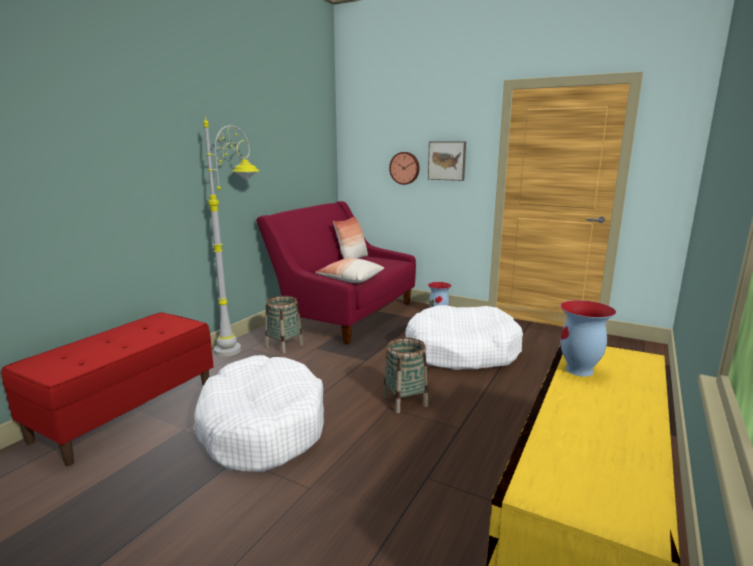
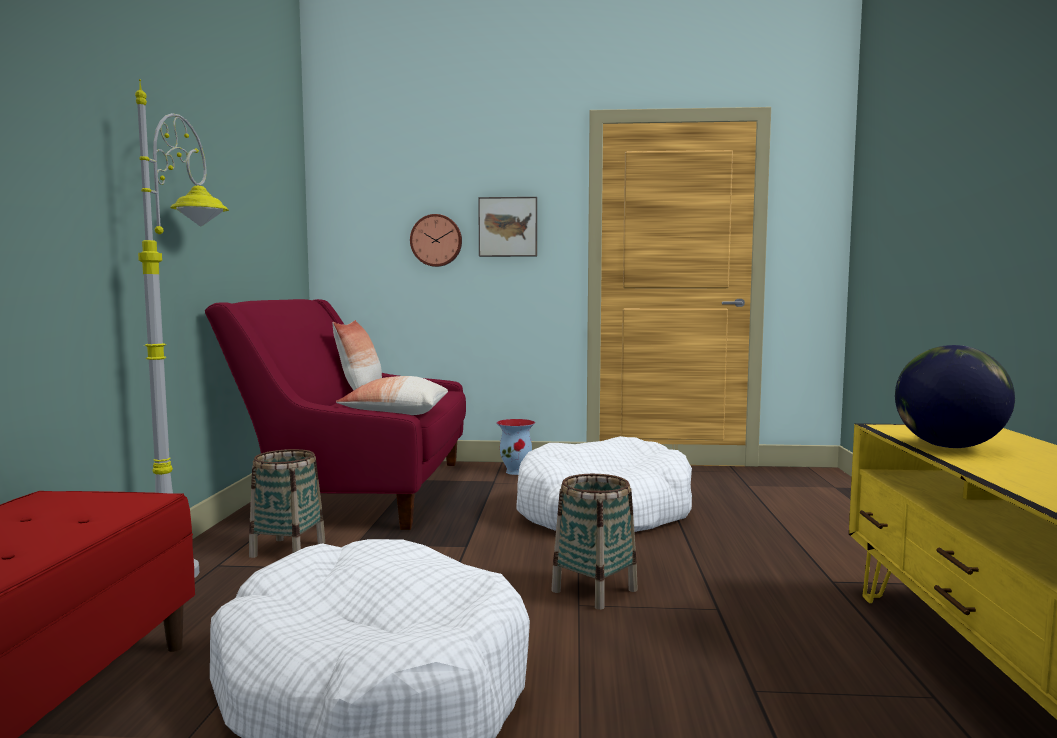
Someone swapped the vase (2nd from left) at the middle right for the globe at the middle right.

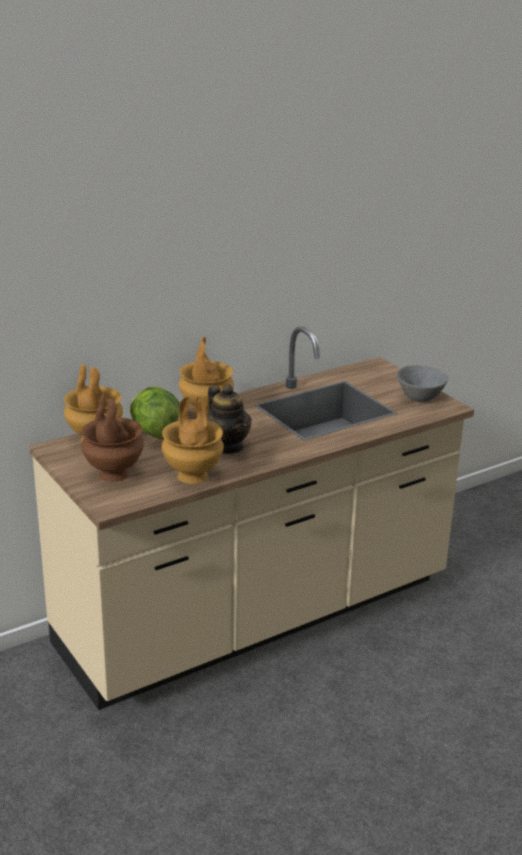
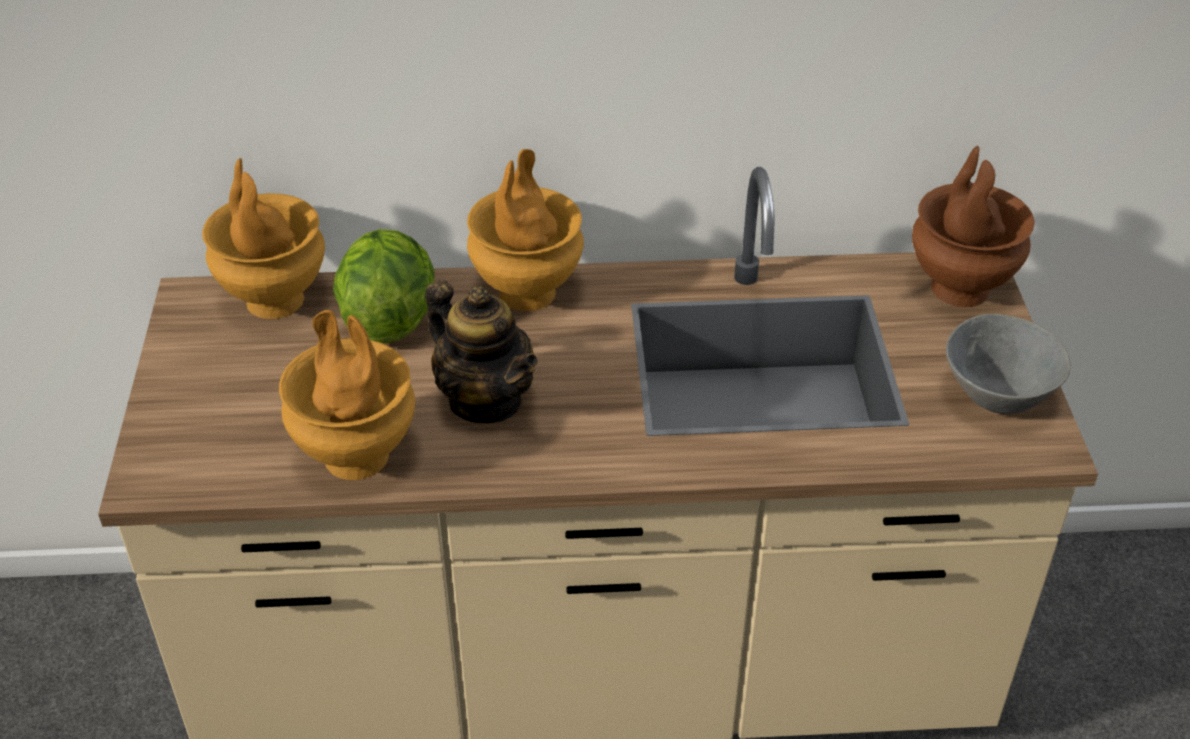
Someone rotated the teapot at the centre by 45 degrees counterclockwise.
Someone carried the brown vase (2nd from left in the first image) from the middle left to the top right.

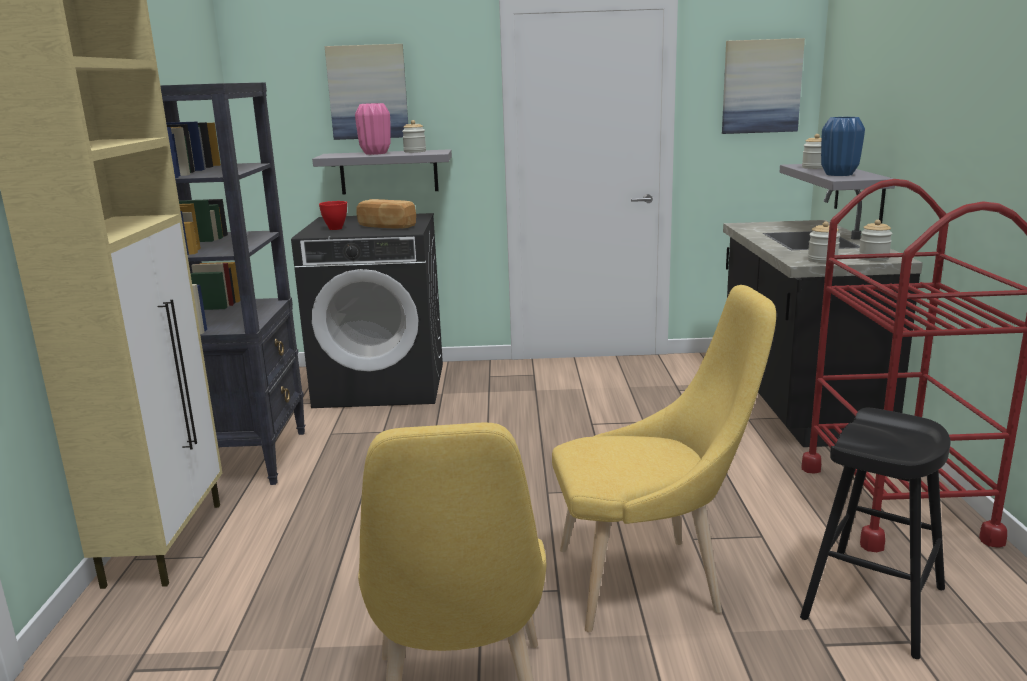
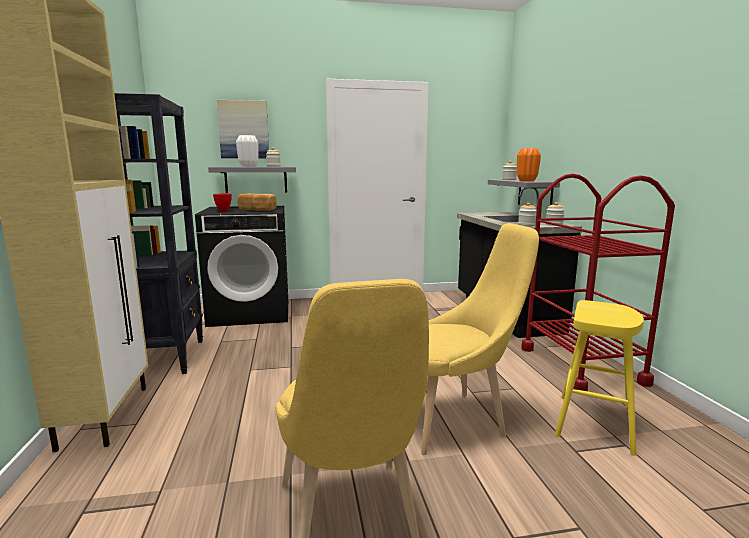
Someone took away the picture (2nd from left) at the top right.
Someone repainted the pink vase at the top centre, which became the white vase at the top left.
Someone repainted the blue vase at the top right, which became the orange vase at the top right.
Someone repainted the black stool at the bottom right, which became the yellow stool at the bottom right.

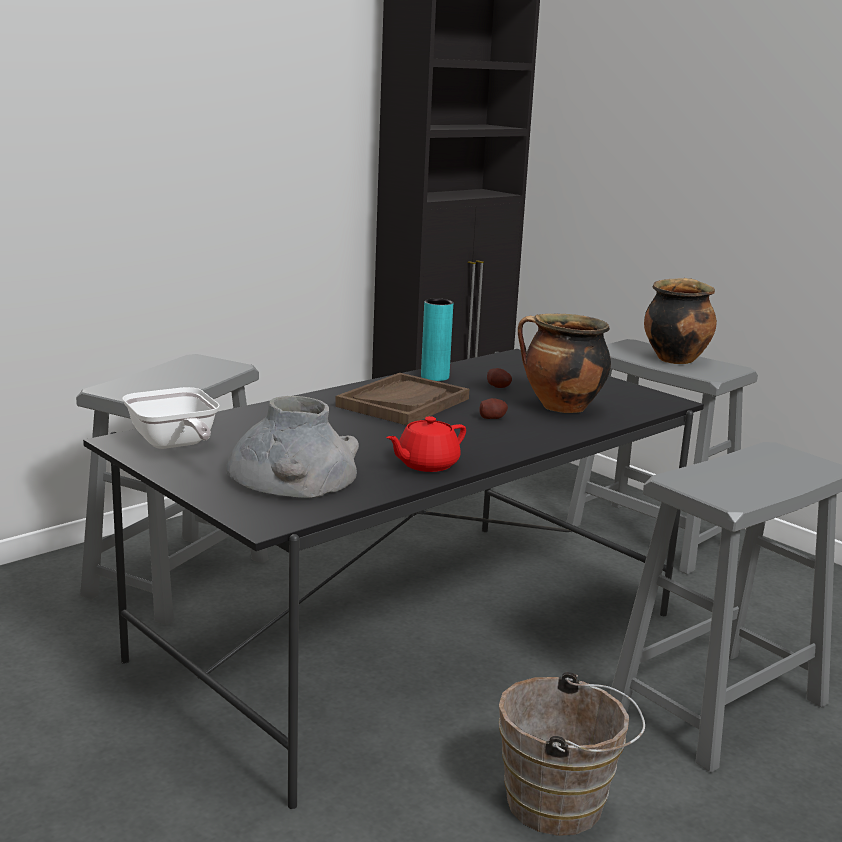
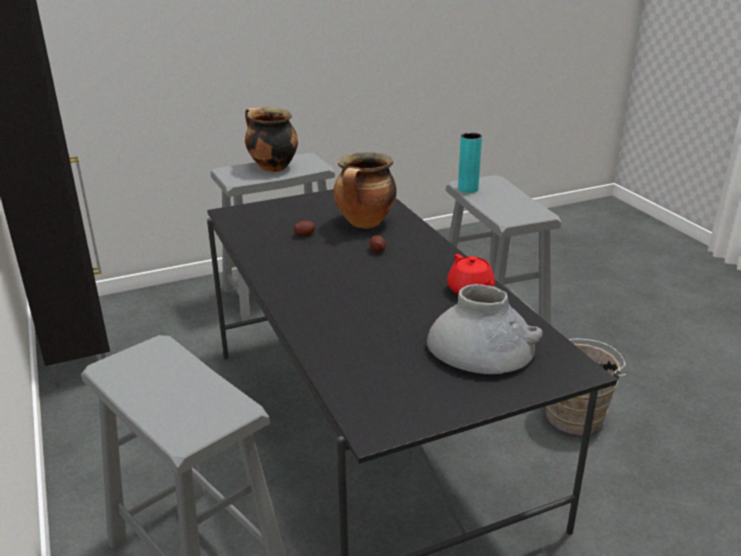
Someone carried the turquoise vase from the centre to the top centre.
Someone took away the brown tray at the centre.
Someone took away the frying pan at the middle left.

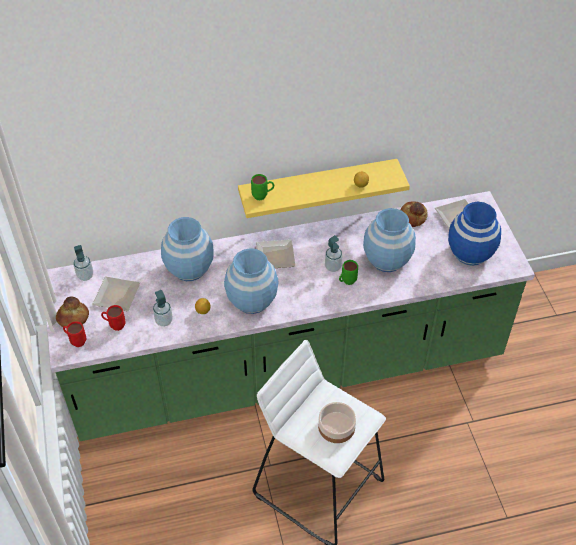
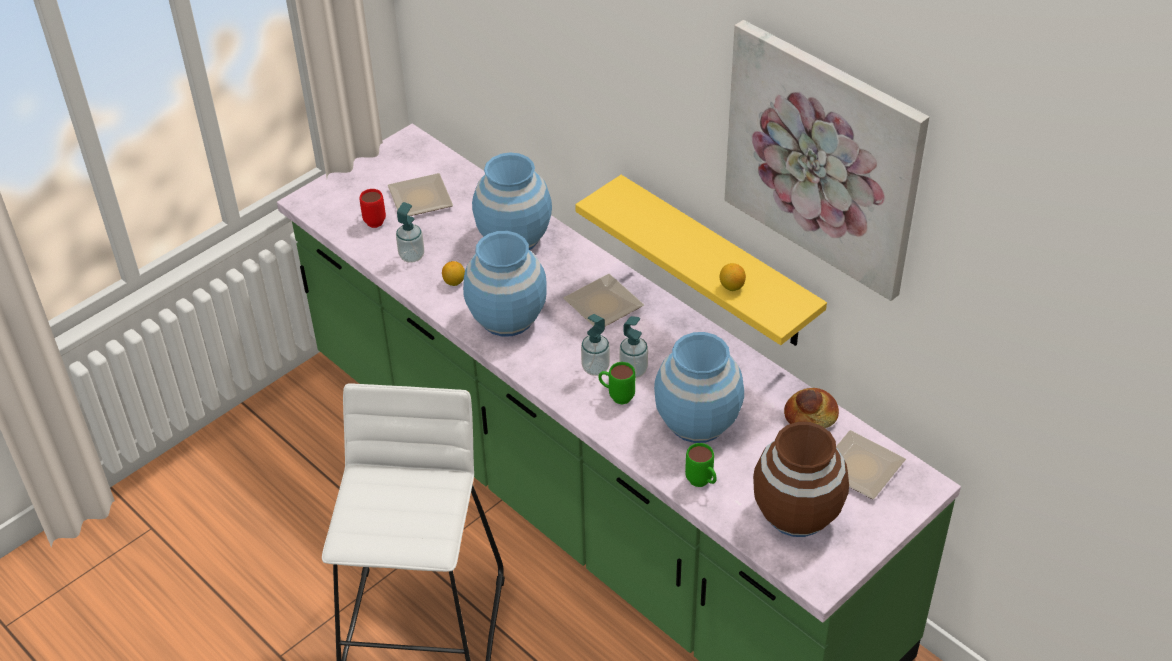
Someone carried the green mug (1st from left in the first image) from the centre to the bottom centre.
Someone repainted the blue vase (4th from left) at the middle right, which became the brown vase at the bottom right.
Someone carried the soap dispenser (1st from left in the first image) from the middle left to the centre.
Someone took away the bread (1st from left) at the middle left.
Someone took away the red mug (1st from left) at the middle left.
Someone took away the bowl at the bottom centre.
Someone put up the picture at the top right.

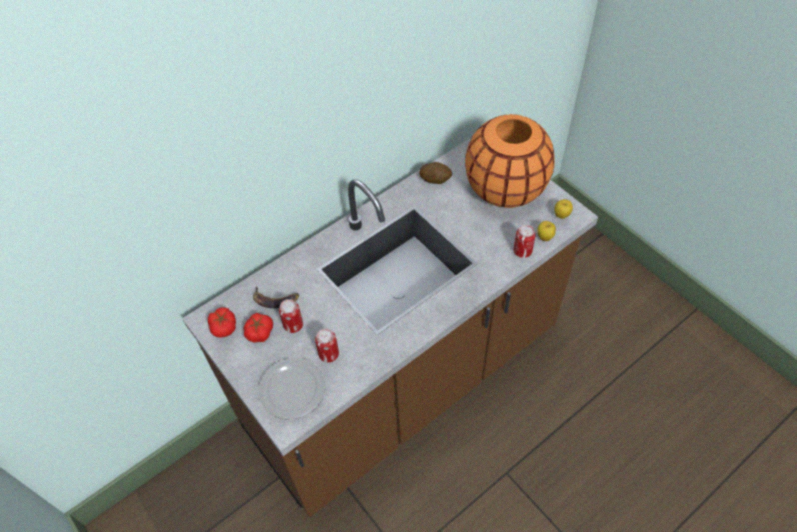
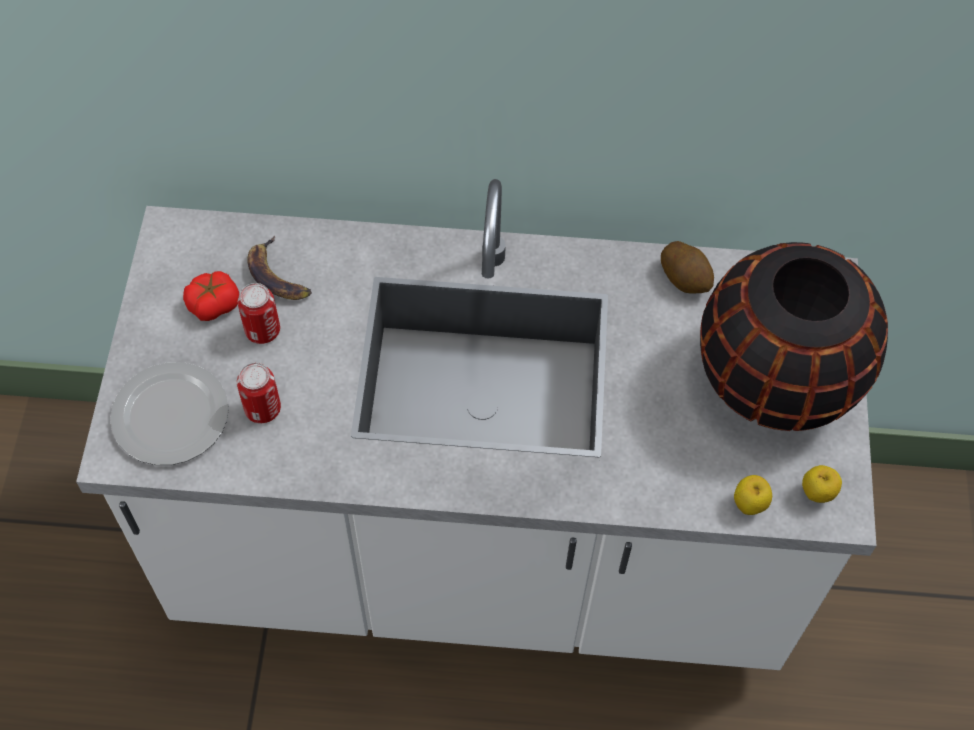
Someone repainted the orange vase at the top centre, which became the black vase at the middle right.
Someone repainted the brown counter at the centre, which became the white counter at the centre.
Someone took away the can (3rd from left) at the centre.
Someone took away the tomato (1st from left) at the middle left.

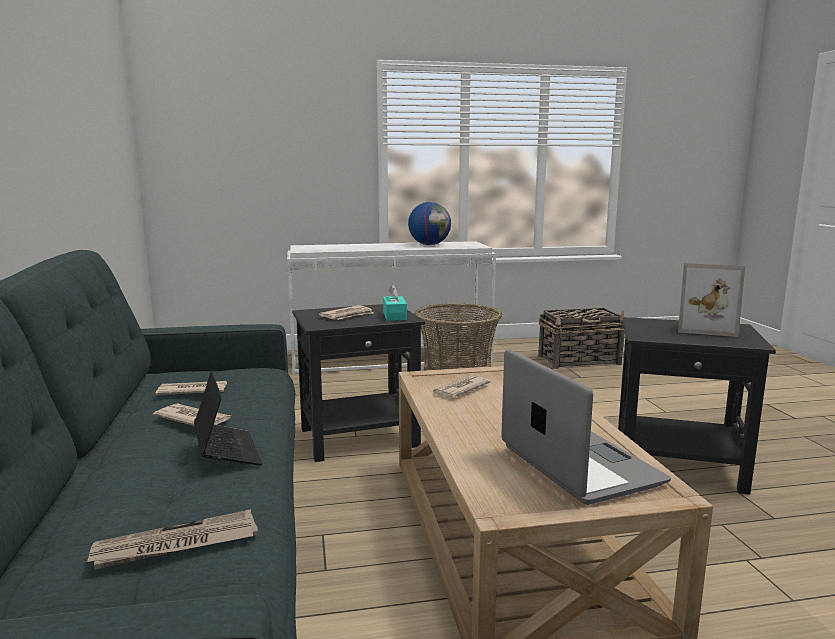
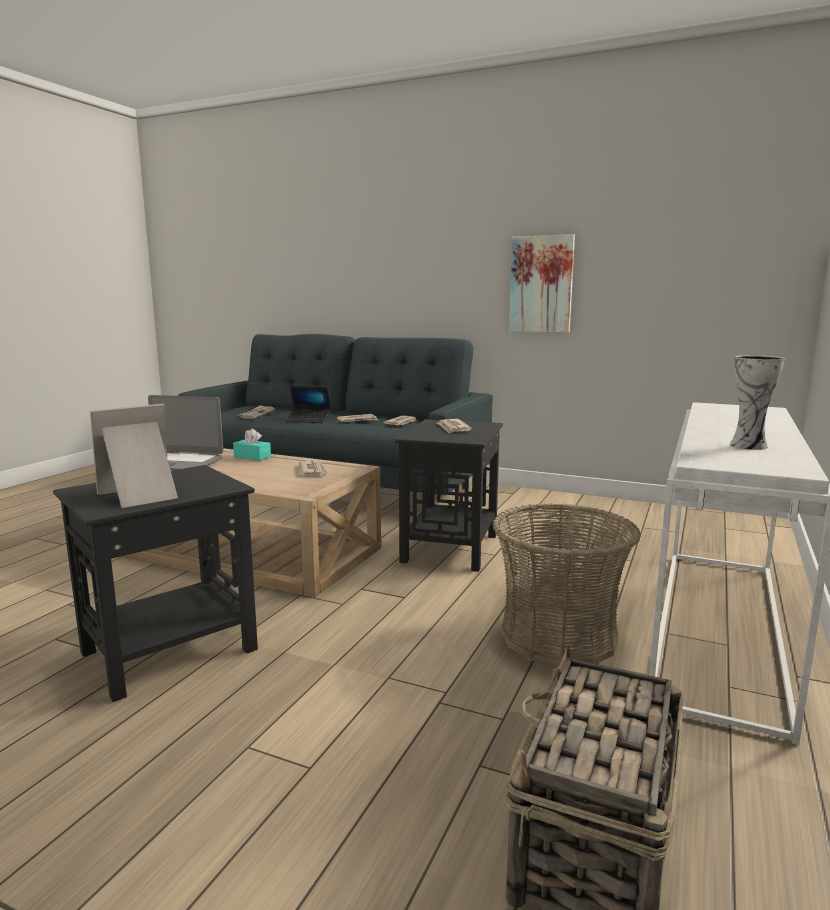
Someone swapped the globe at the centre for the vase at the middle right.
Someone carried the turquoise tissue box from the centre to the middle left.
Someone put up the picture at the top centre.

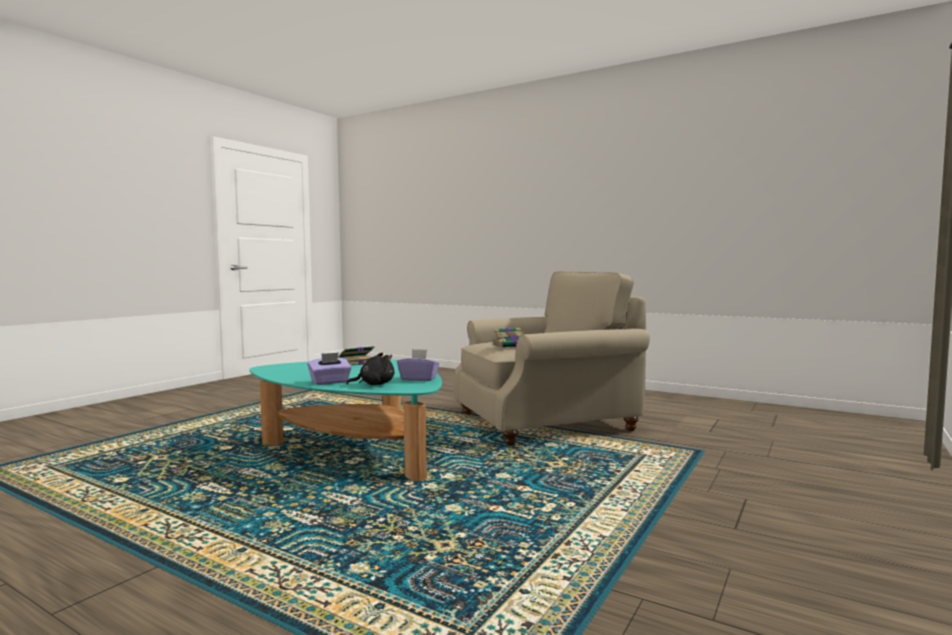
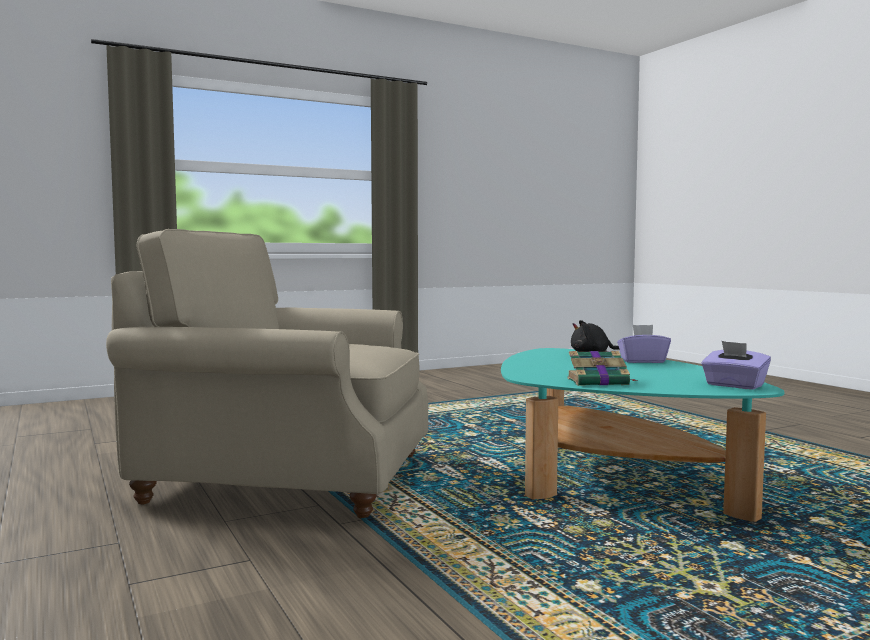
Someone took away the book (2nd from left) at the centre.
Someone carried the purple tissue box (2nd from left) from the centre to the middle right.

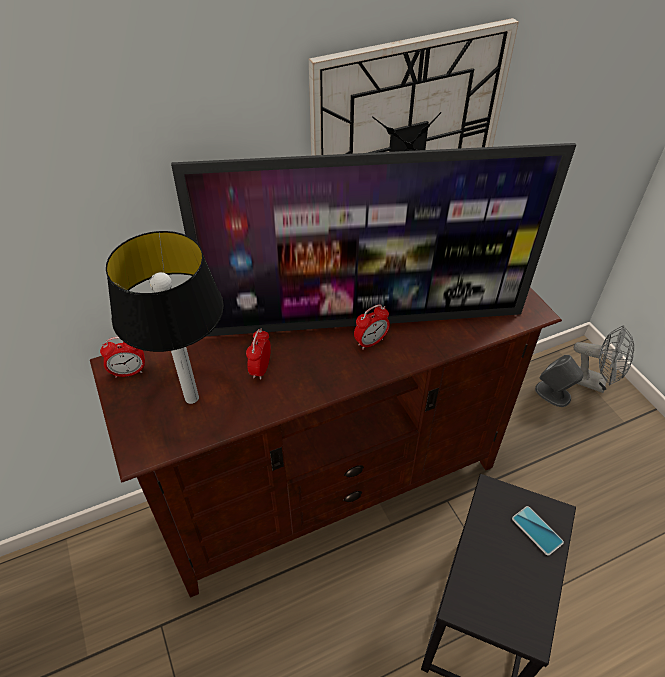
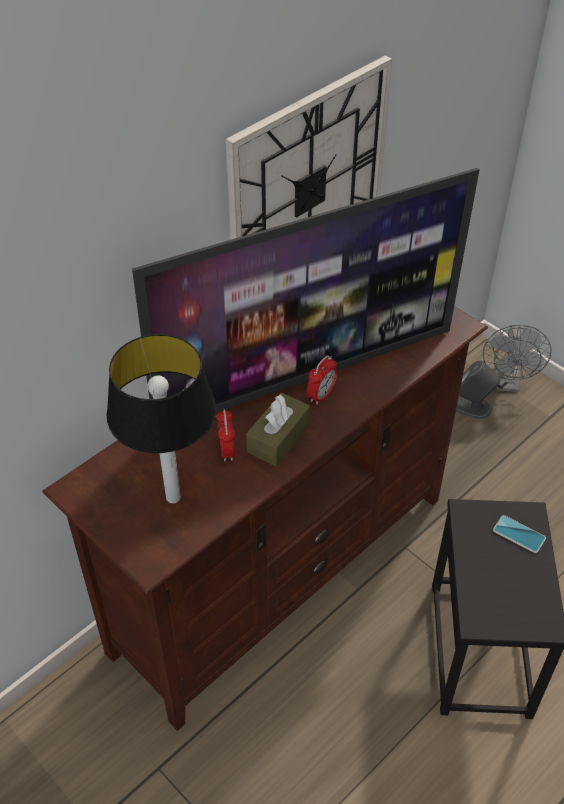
Someone rotated the grey fan at the middle right by 90 degrees clockwise.
Someone took away the alarm clock (1st from left) at the middle left.
Someone put down the brown tissue box at the centre.

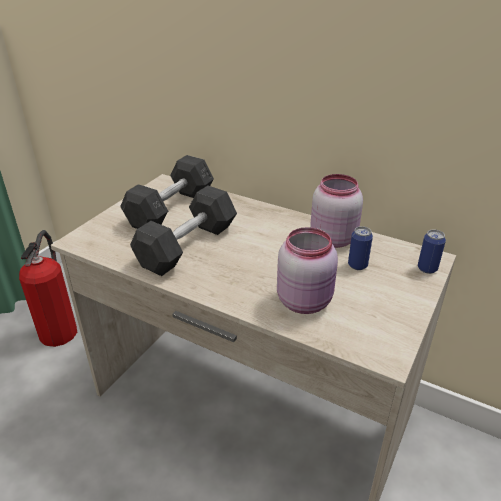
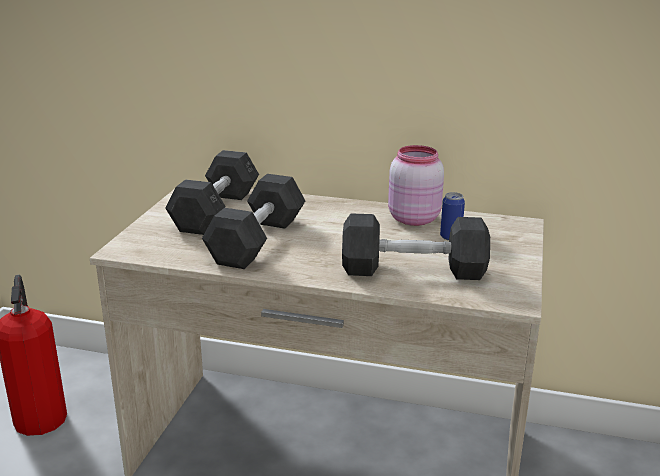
Someone swapped the pink jar (1st from left) at the centre for the grey dumbbell (3rd from left) at the centre.
Someone took away the can (2nd from left) at the middle right.

